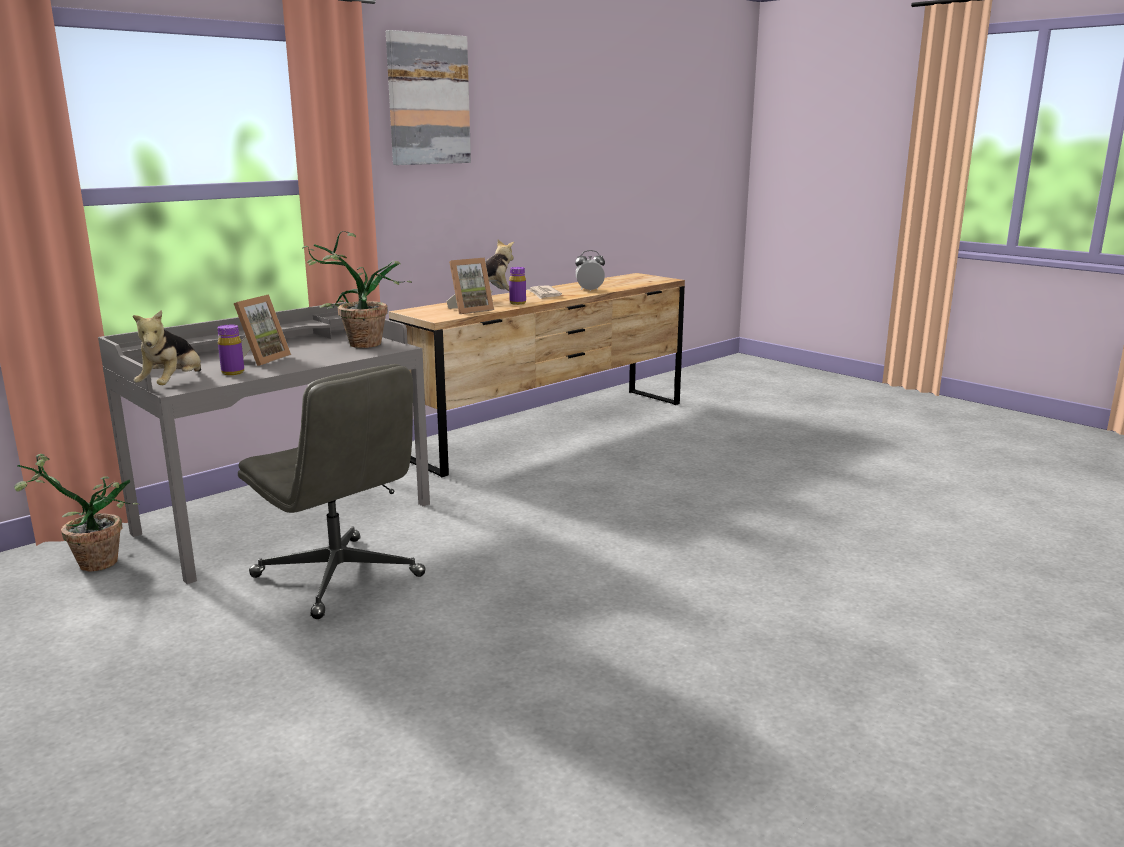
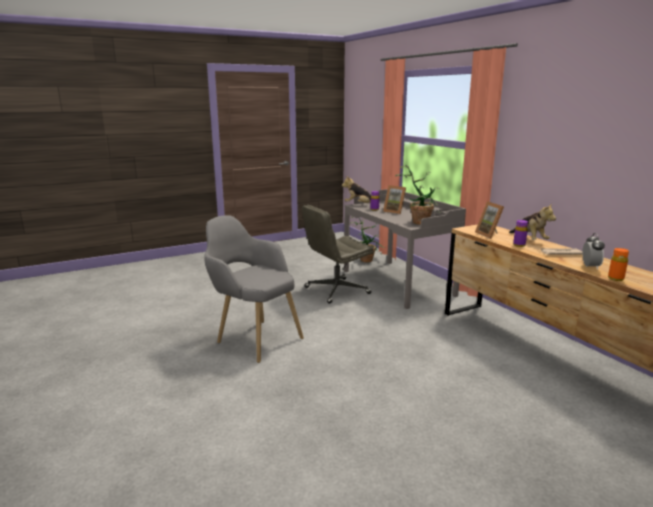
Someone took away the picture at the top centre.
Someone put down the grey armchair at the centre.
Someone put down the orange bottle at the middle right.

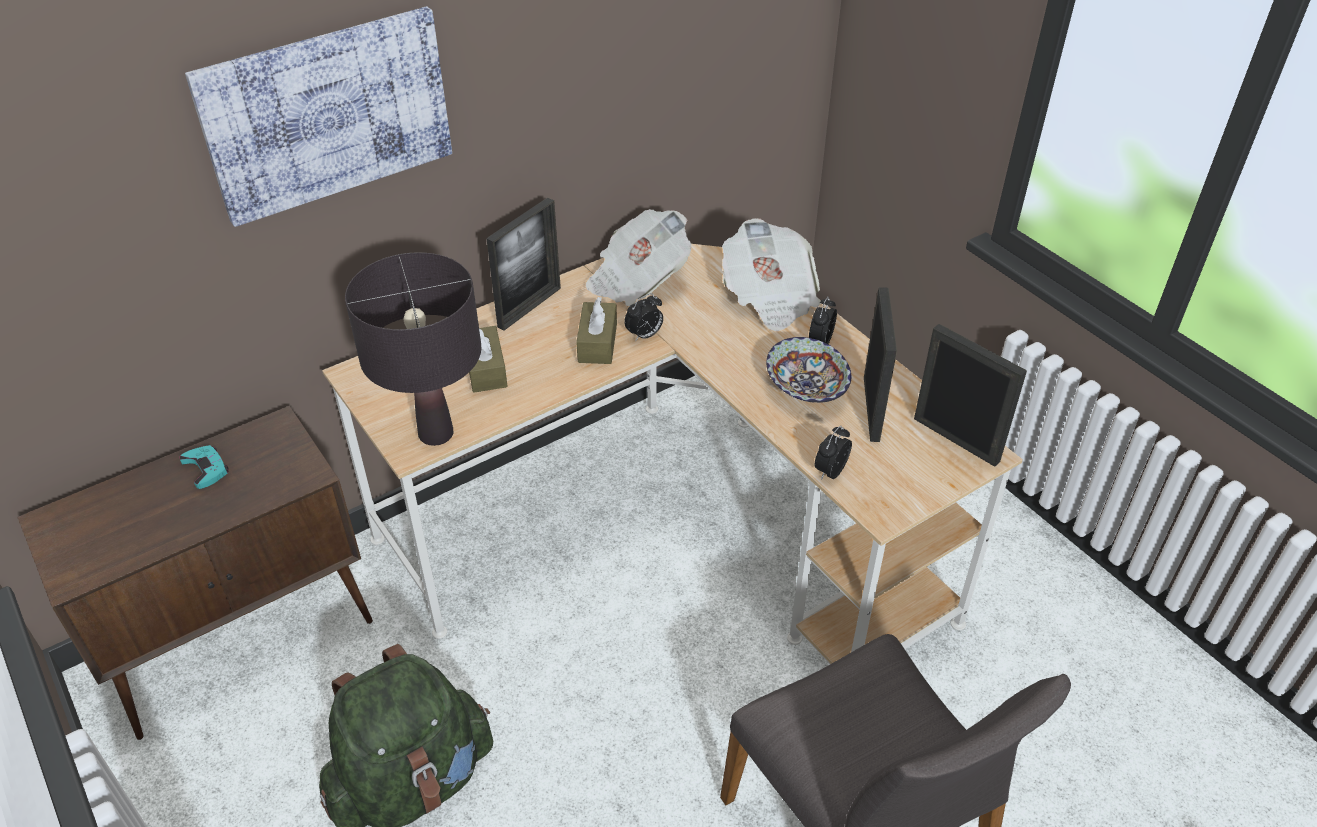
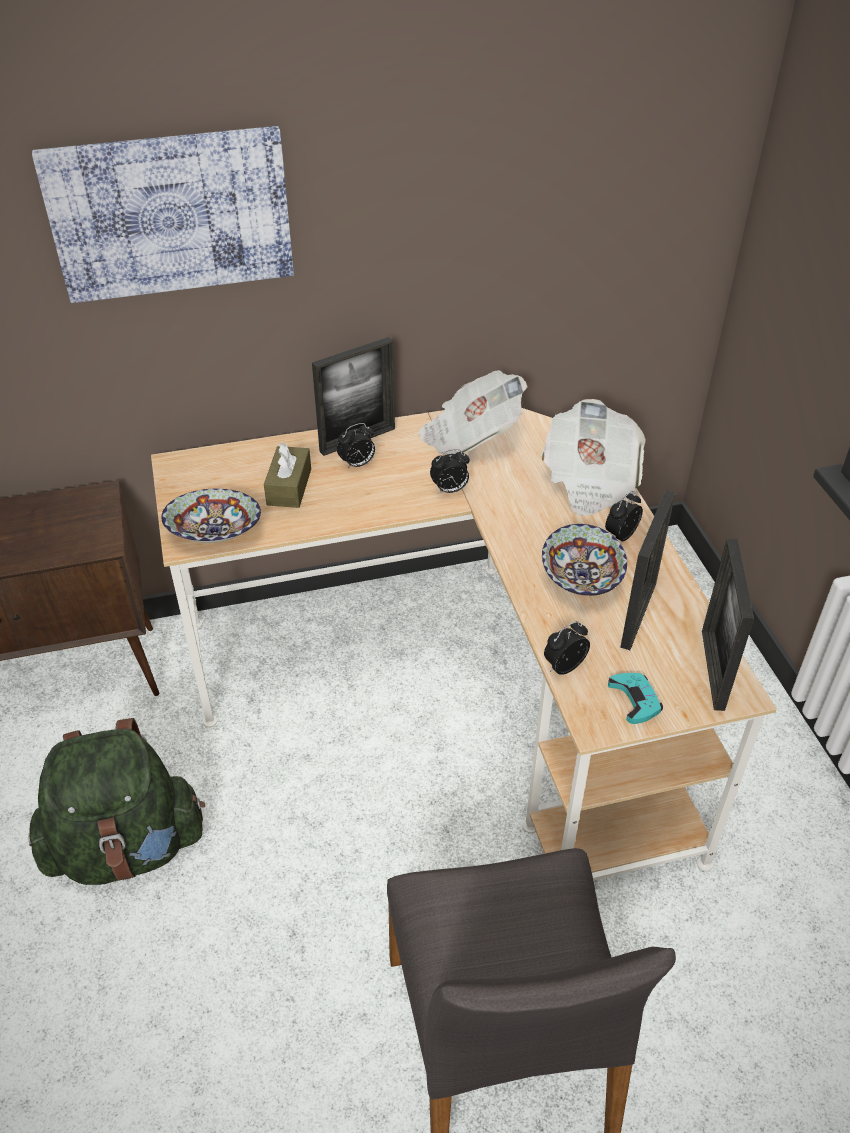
Someone swapped the black table lamp at the middle left for the bowl (1st from left) at the middle left.
Someone took away the brown tissue box (2nd from left) at the centre.
Someone rotated the picture frame (3rd from left) at the middle right by 150 degrees counterclockwise.
Someone carried the turquoise game controller from the middle left to the middle right.
Someone put down the alarm clock (1st from left) at the centre.

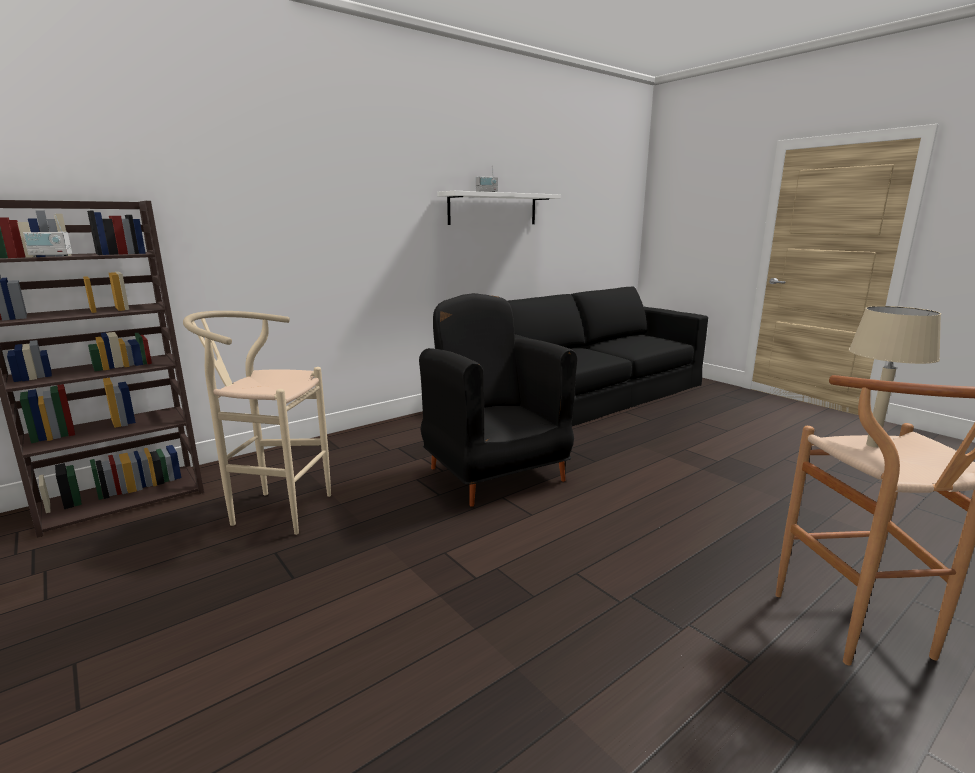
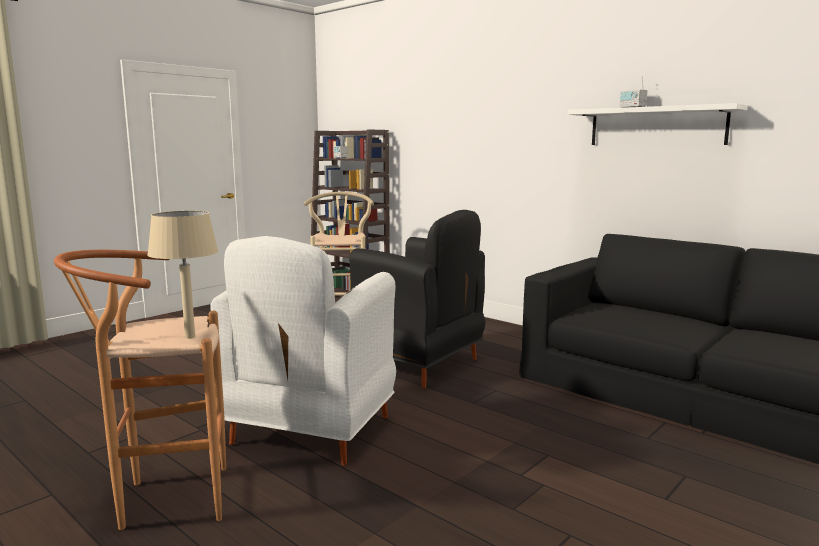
Someone rotated the black armchair at the centre by 75 degrees clockwise.
Someone put down the white armchair at the centre.

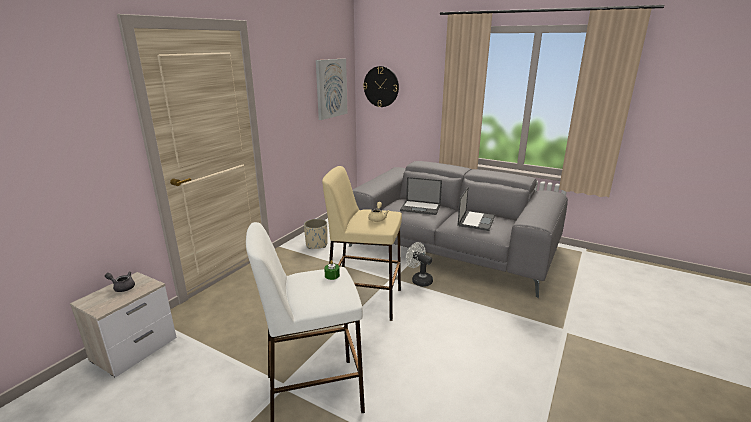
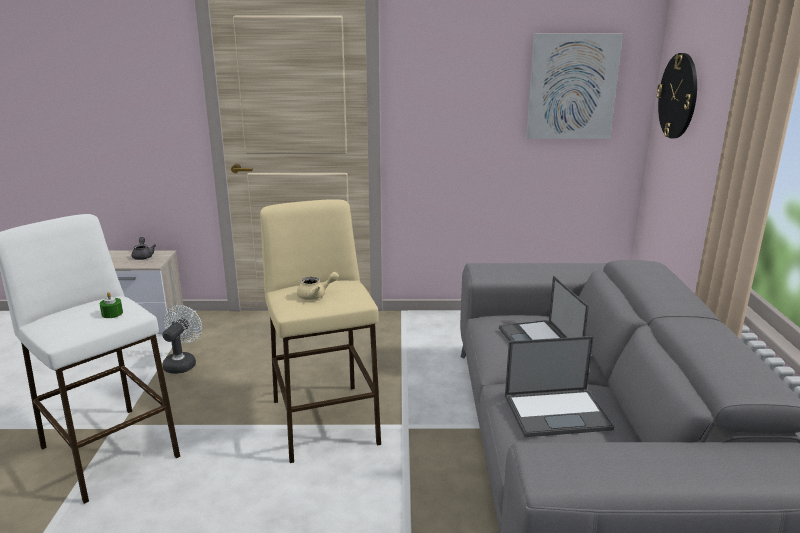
Someone took away the beige planter at the centre.
Someone carried the white fan from the centre to the middle left.

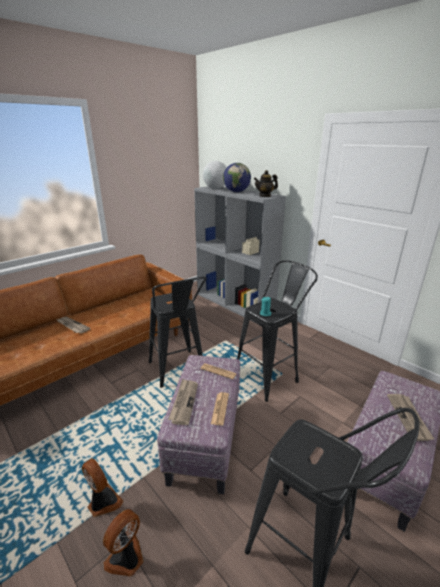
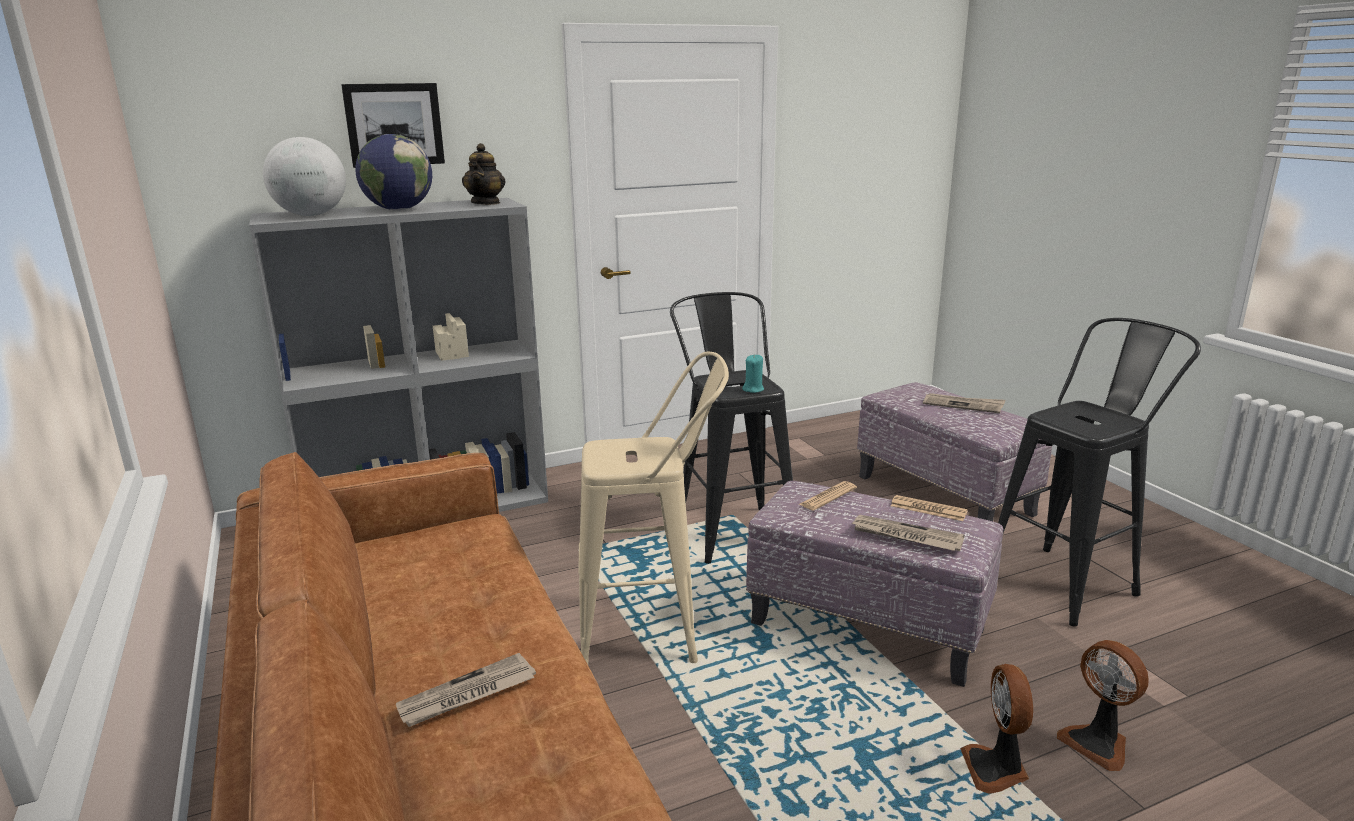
Someone repainted the black stool (1st from left) at the centre, which became the beige stool at the centre.
Someone rotated the fan (1st from left) at the bottom left by 60 degrees counterclockwise.
Someone put up the picture at the top left.

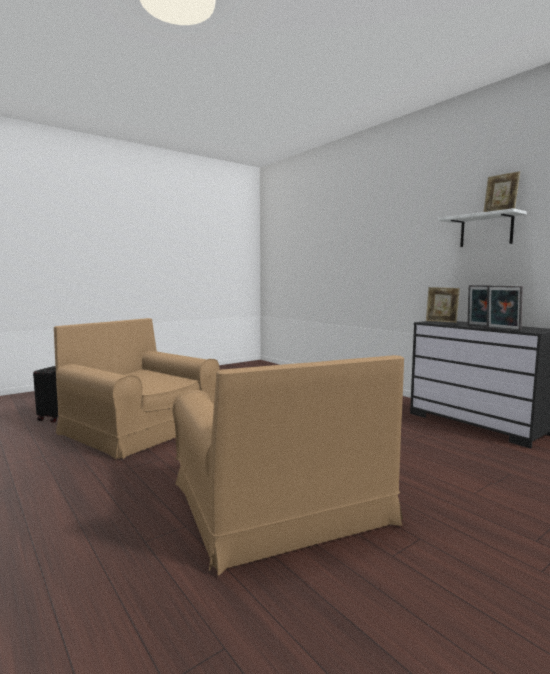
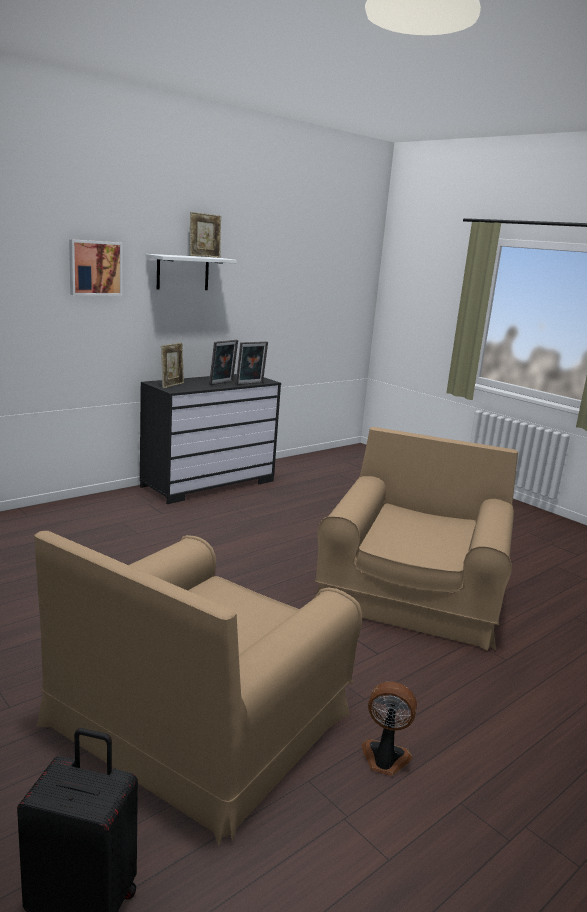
Someone rotated the brown armchair (2nd from left) at the bottom centre by 45 degrees counterclockwise.
Someone put up the picture at the top left.
Someone put down the fan at the bottom centre.

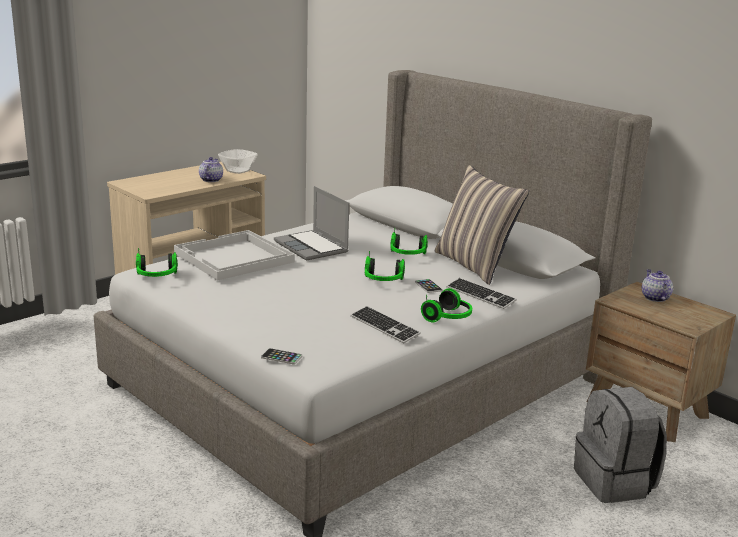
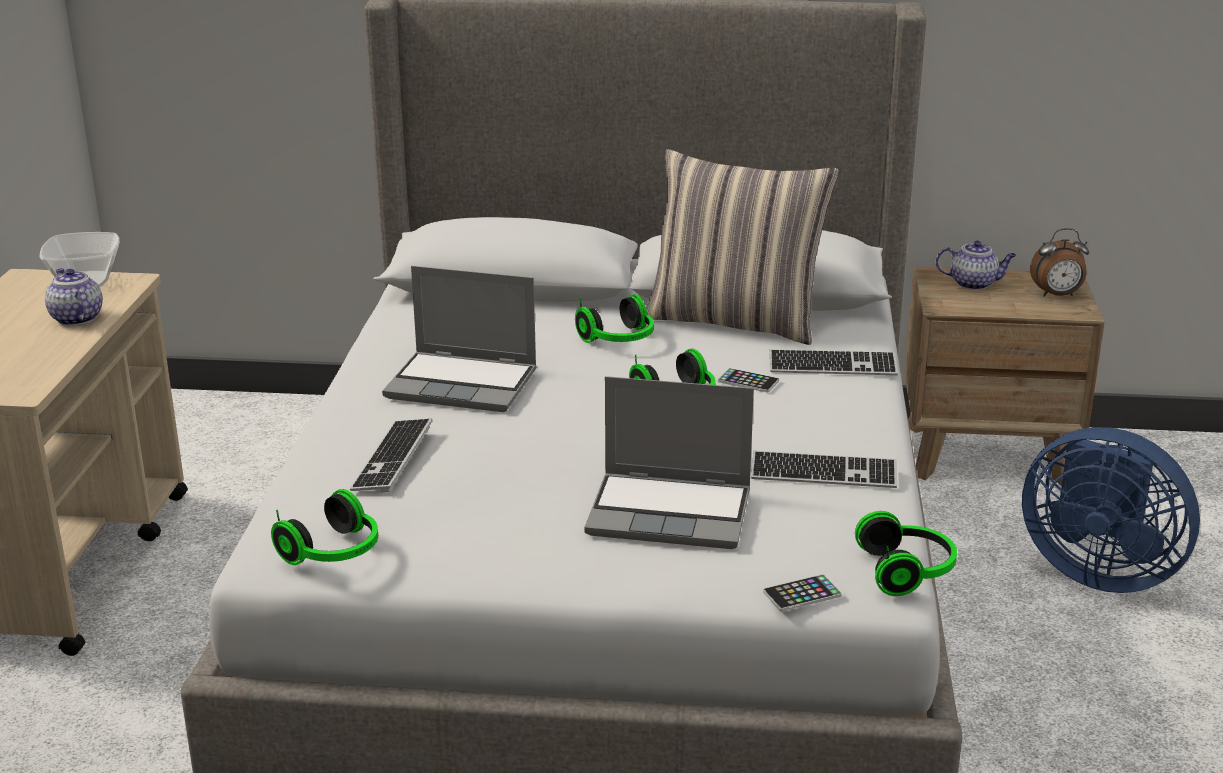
Someone swapped the white tray at the middle left for the keyboard (1st from left) at the middle left.
Someone rotated the teapot (2nd from left) at the middle right by 150 degrees clockwise.
Someone carried the headphones (4th from left) from the centre to the bottom right.
Someone swapped the grey backpack at the bottom right for the blue fan at the middle right.
Someone put down the alarm clock at the middle right.
Someone put down the laptop (2nd from left) at the centre.

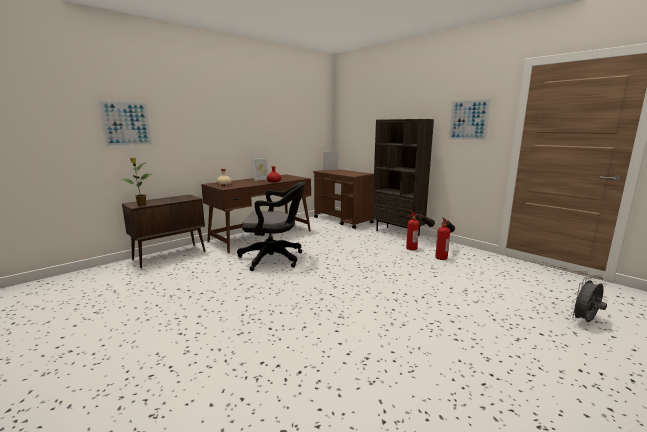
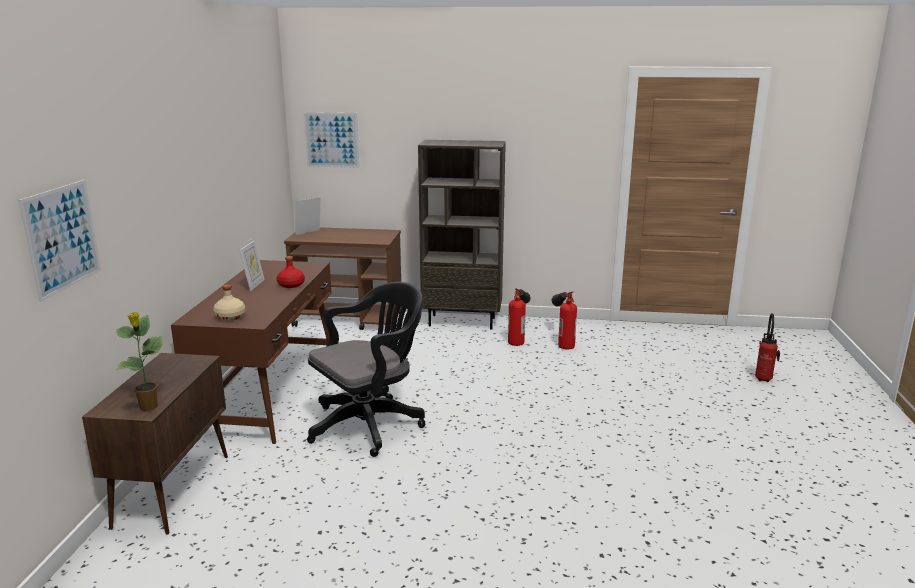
Someone carried the picture (2nd from left) from the top right to the top centre.
Someone swapped the grey fan at the bottom right for the fire extinguisher (3rd from left) at the middle right.

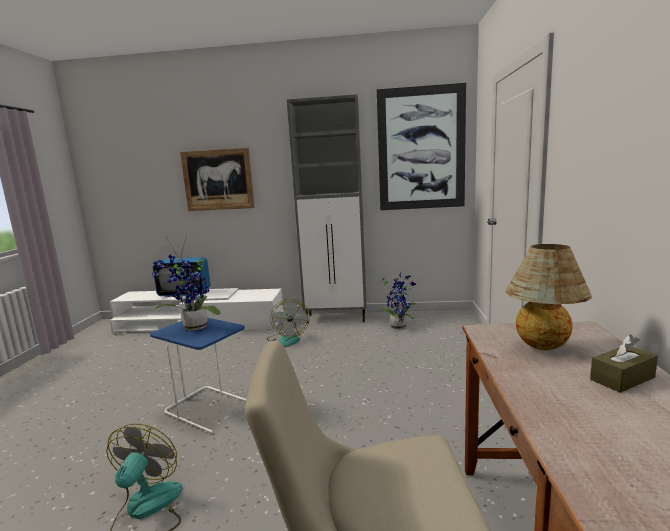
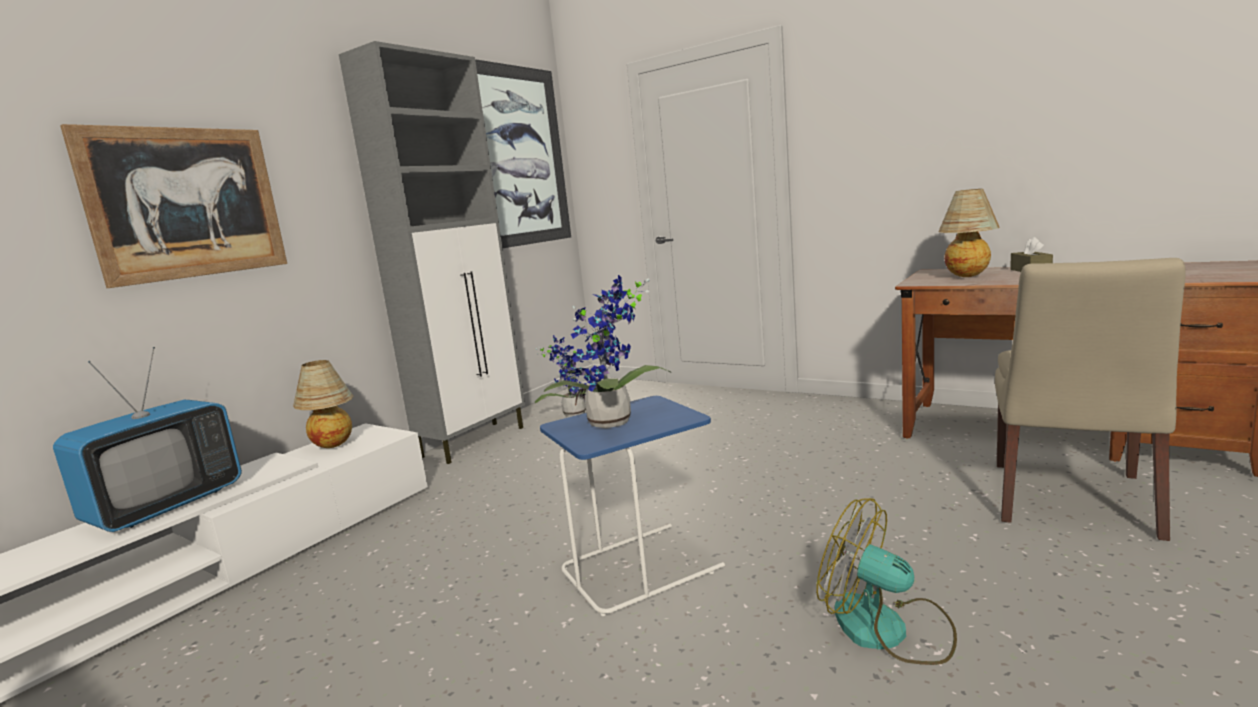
Someone took away the fan (2nd from left) at the centre.
Someone put down the table lamp (1st from left) at the middle left.

